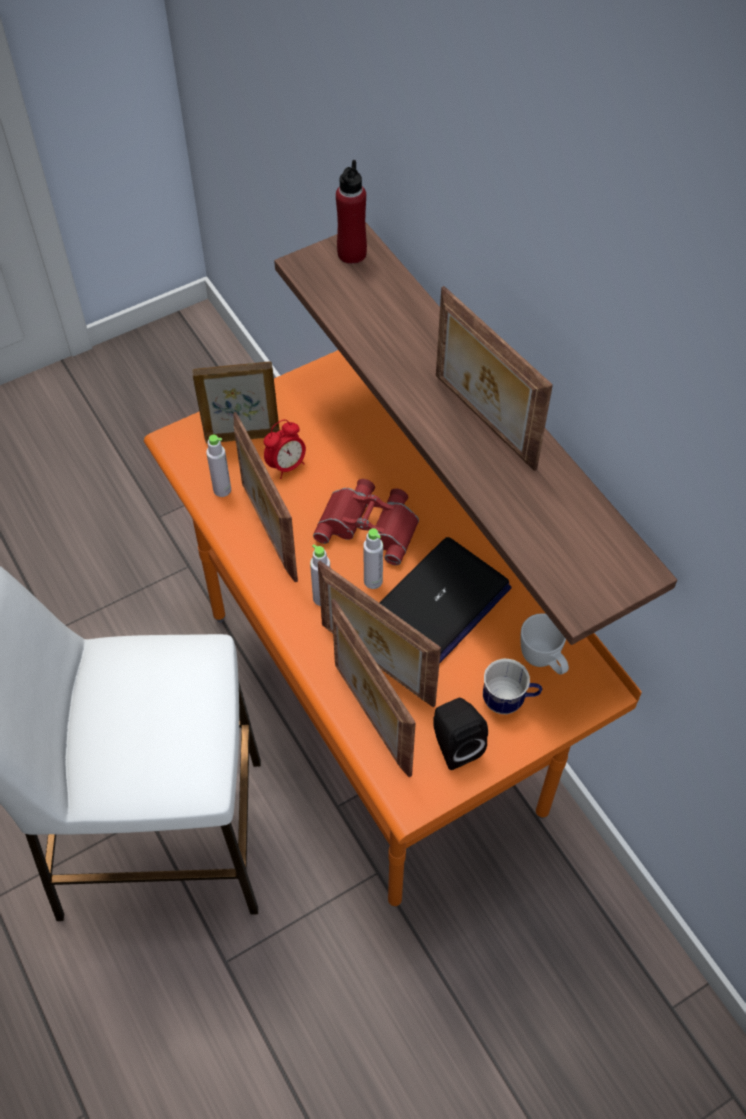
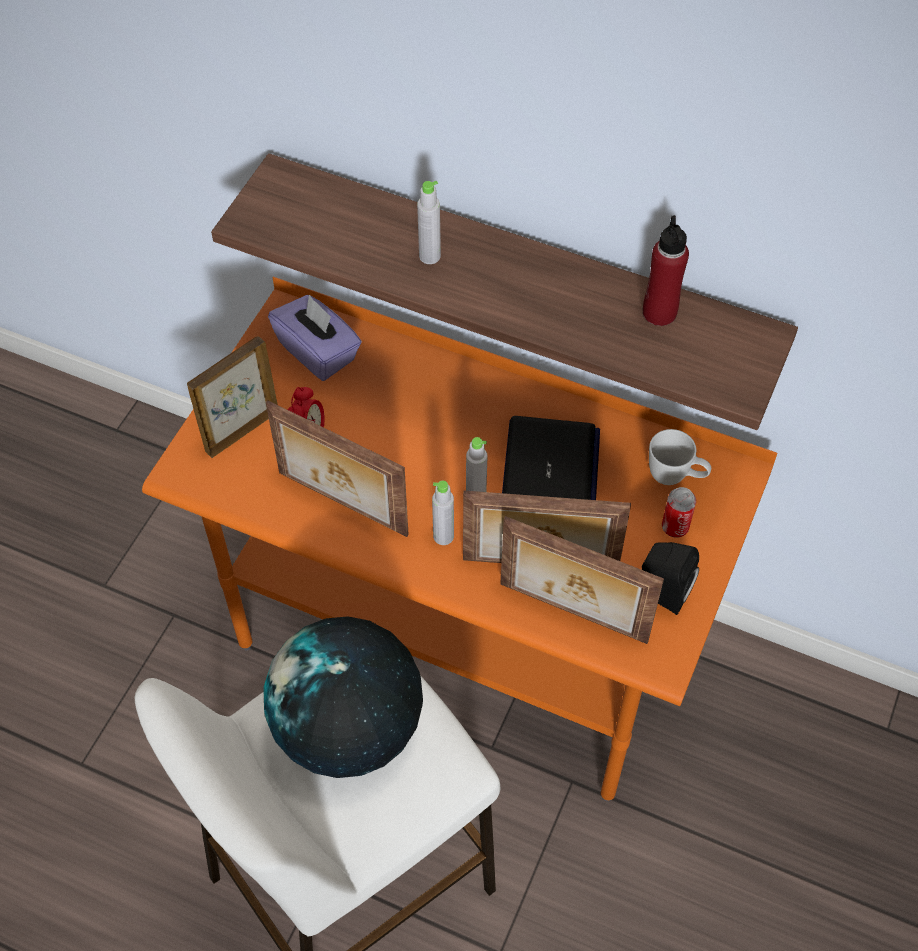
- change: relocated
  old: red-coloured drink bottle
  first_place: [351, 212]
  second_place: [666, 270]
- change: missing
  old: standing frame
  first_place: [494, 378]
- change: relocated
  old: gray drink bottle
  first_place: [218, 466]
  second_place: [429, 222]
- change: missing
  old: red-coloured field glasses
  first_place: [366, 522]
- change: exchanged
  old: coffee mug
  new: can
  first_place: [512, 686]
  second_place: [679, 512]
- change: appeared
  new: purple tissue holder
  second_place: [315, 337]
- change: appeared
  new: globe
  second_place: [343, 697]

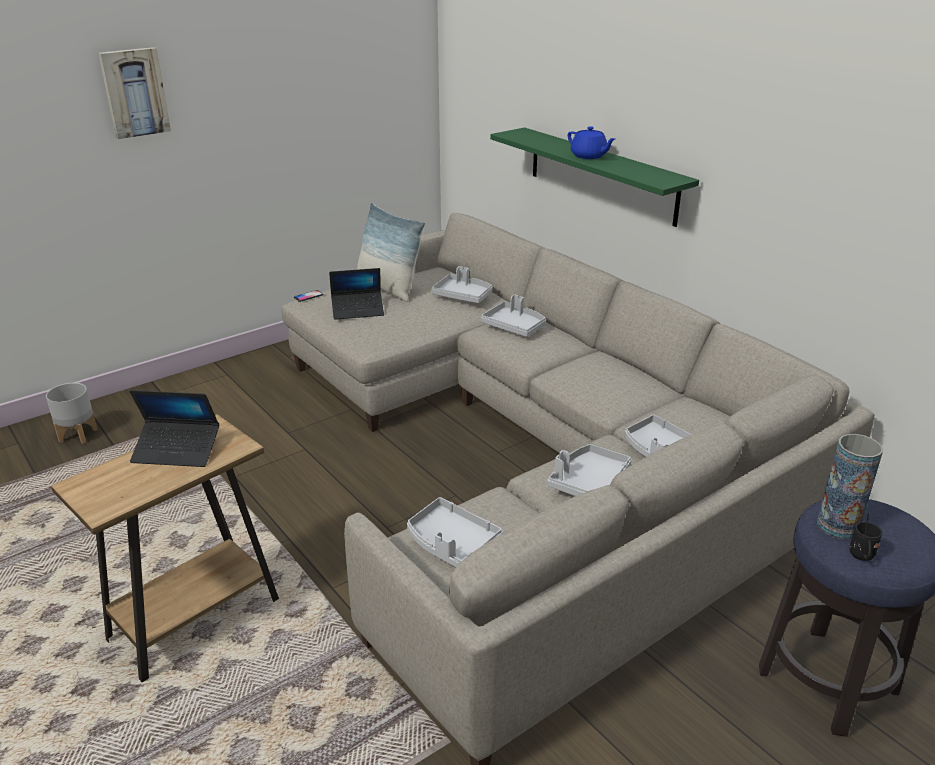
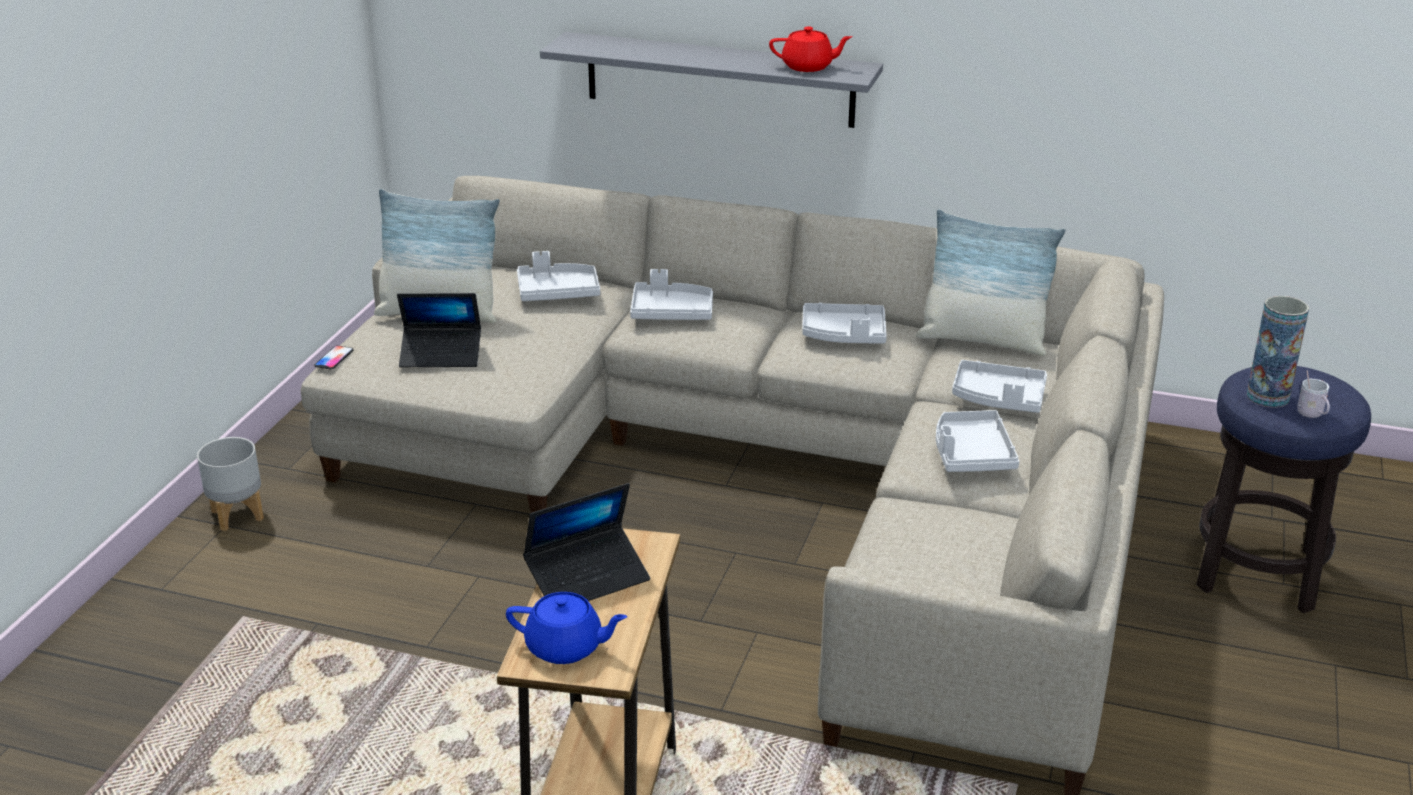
- change: missing
  old: wall art
  first_place: [134, 93]
- change: relocated
  old: bluish pot for tea
  first_place: [591, 142]
  second_place: [566, 628]
- change: colour
  old: green-coloured wall shelf
  new: gray wall shelf
  first_place: [594, 177]
  second_place: [711, 80]
- change: spun
  old: laptop
  first_place: [356, 294]
  second_place: [439, 330]
  degrees: 45
- change: relocated
  old: gray flower pot
  first_place: [72, 413]
  second_place: [230, 484]
- change: relocated
  old: gray serving tray
  first_place: [455, 532]
  second_place: [844, 323]
- change: colour
  old: black coffee mug
  new: white coffee mug
  first_place: [866, 537]
  second_place: [1313, 394]
- change: appeared
  new: red-coloured pot for tea
  second_place: [810, 49]
- change: appeared
  new: throw pillow
  second_place: [991, 282]

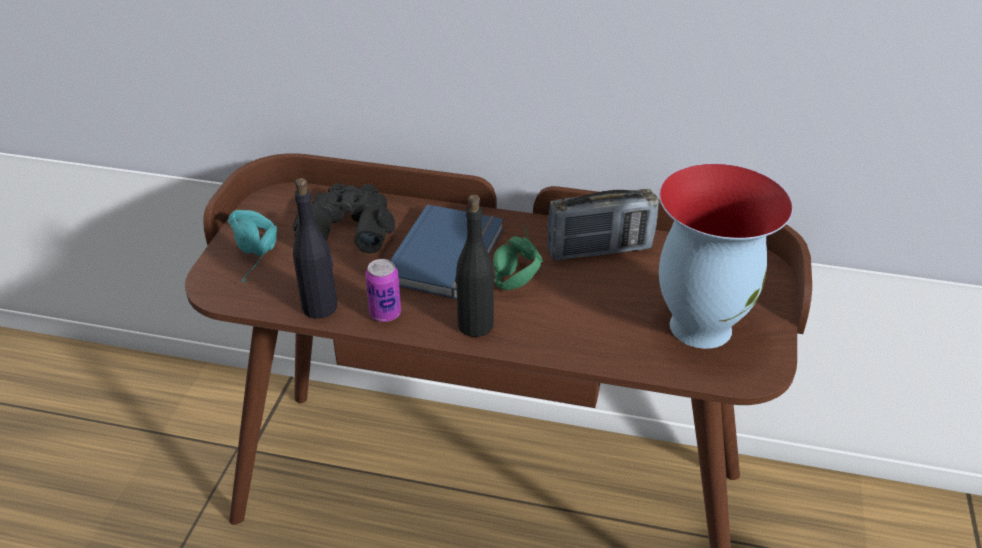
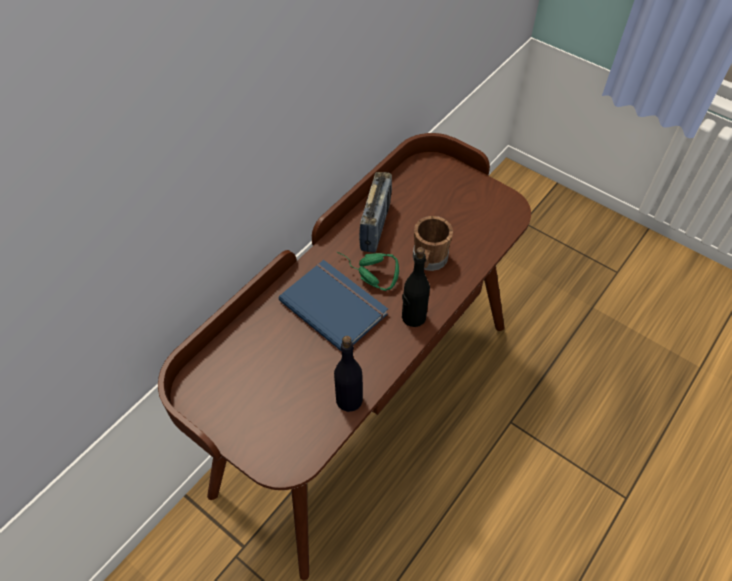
- change: missing
  old: decorative vase
  first_place: [726, 256]
- change: missing
  old: black field glasses
  first_place: [344, 218]
- change: missing
  old: turquoise pair of headphones
  first_place: [252, 246]
- change: missing
  old: can
  first_place: [383, 290]
- change: appeared
  new: brown coffee mug
  second_place: [433, 243]

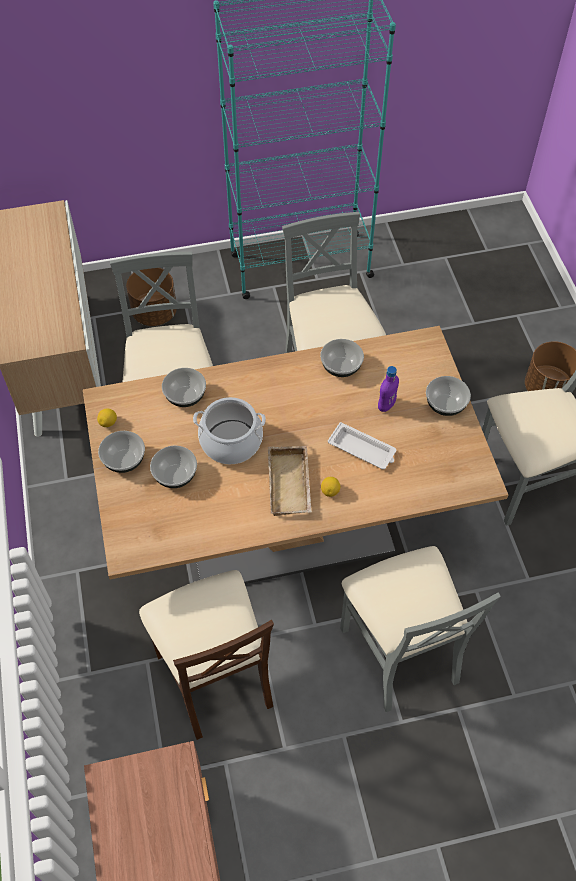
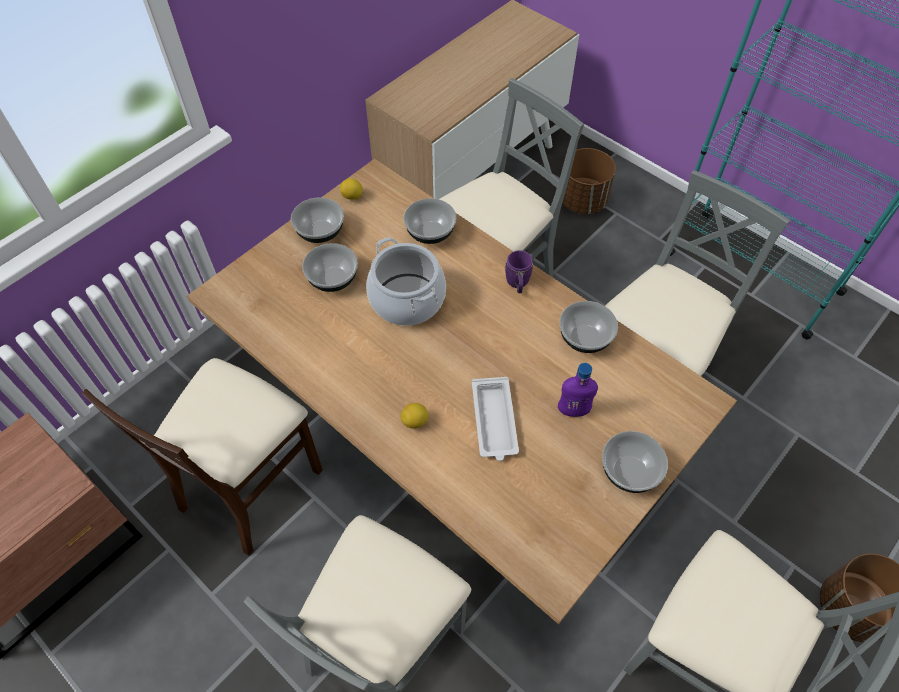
- change: missing
  old: beige-coloured serving tray
  first_place: [290, 481]
- change: appeared
  new: purple coffee mug
  second_place: [519, 271]

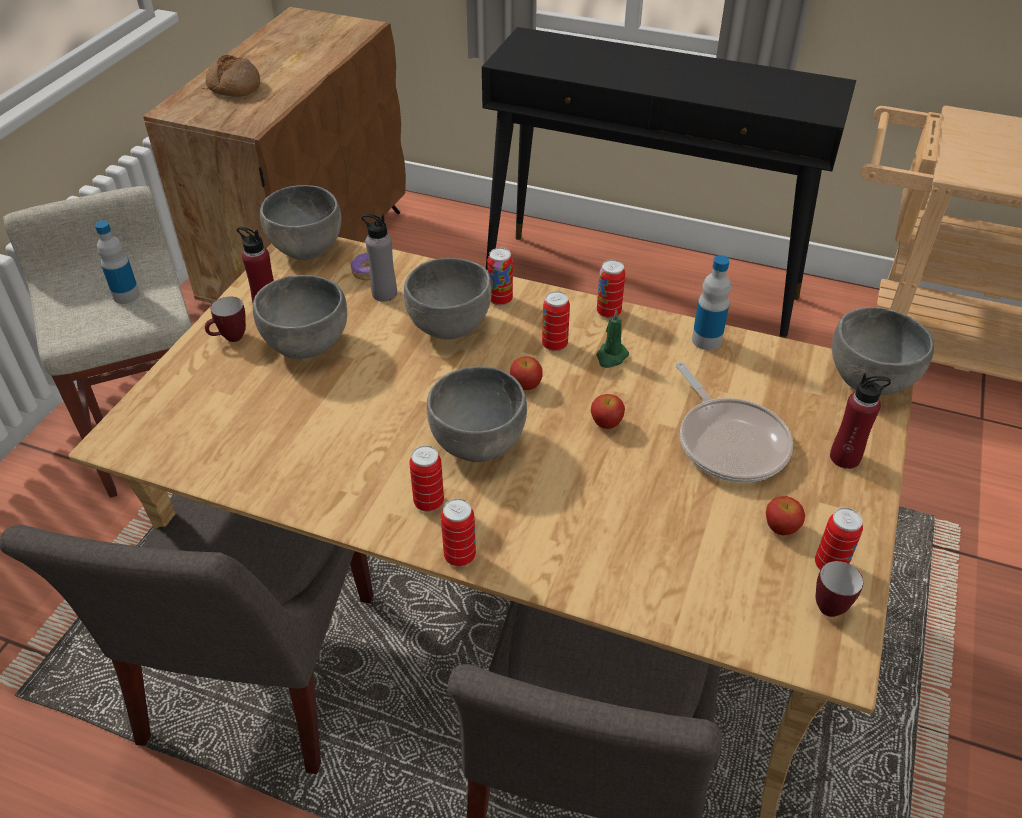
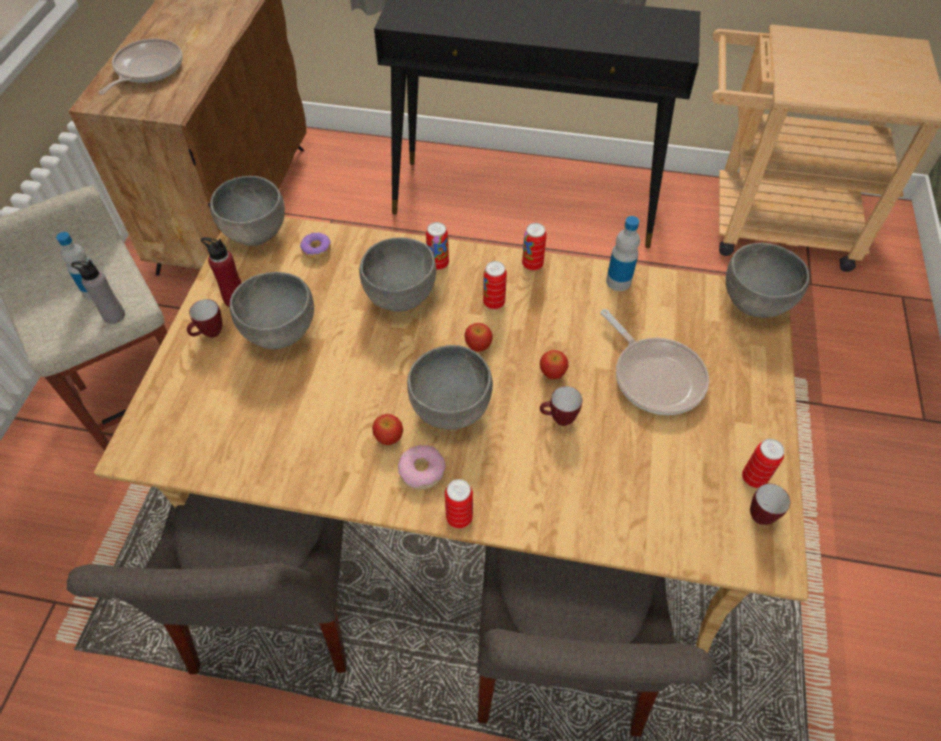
- change: exchanged
  old: bakery bread
  new: pan
  first_place: [233, 76]
  second_place: [141, 67]
- change: relocated
  old: gray drink bottle
  first_place: [379, 258]
  second_place: [98, 292]
- change: missing
  old: green-coloured candle
  first_place: [612, 338]
- change: missing
  old: red-coloured drink bottle
  first_place: [860, 421]
- change: exchanged
  old: can
  new: donut
  first_place: [426, 478]
  second_place: [422, 467]
- change: relocated
  old: apple fruit
  first_place: [785, 516]
  second_place: [387, 429]
- change: appeared
  new: coffee mug
  second_place: [561, 406]

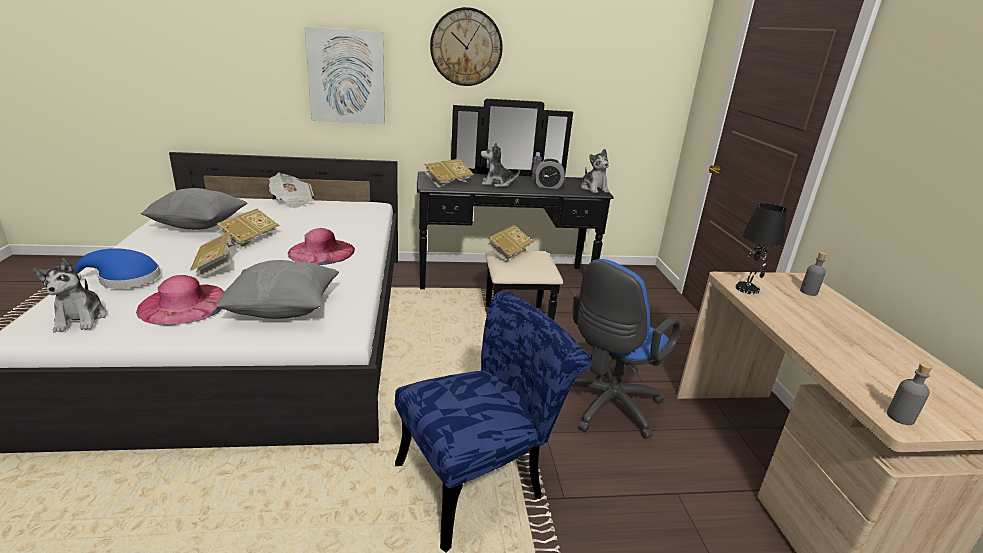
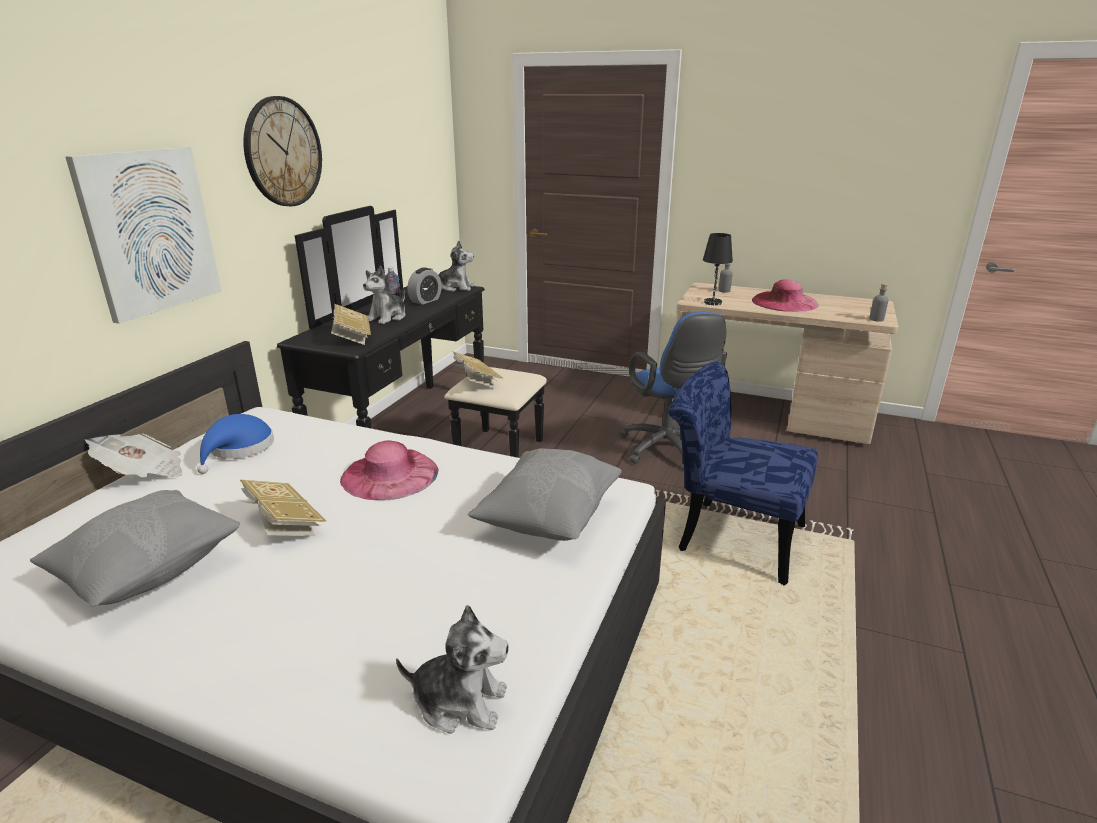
- change: missing
  old: book
  first_place: [212, 255]
- change: relocated
  old: bluish hat
  first_place: [117, 268]
  second_place: [235, 444]
- change: relocated
  old: pink hat
  first_place: [180, 300]
  second_place: [785, 295]
- change: spun
  old: bluish chair
  first_place: [493, 422]
  second_place: [743, 474]
  degrees: -60

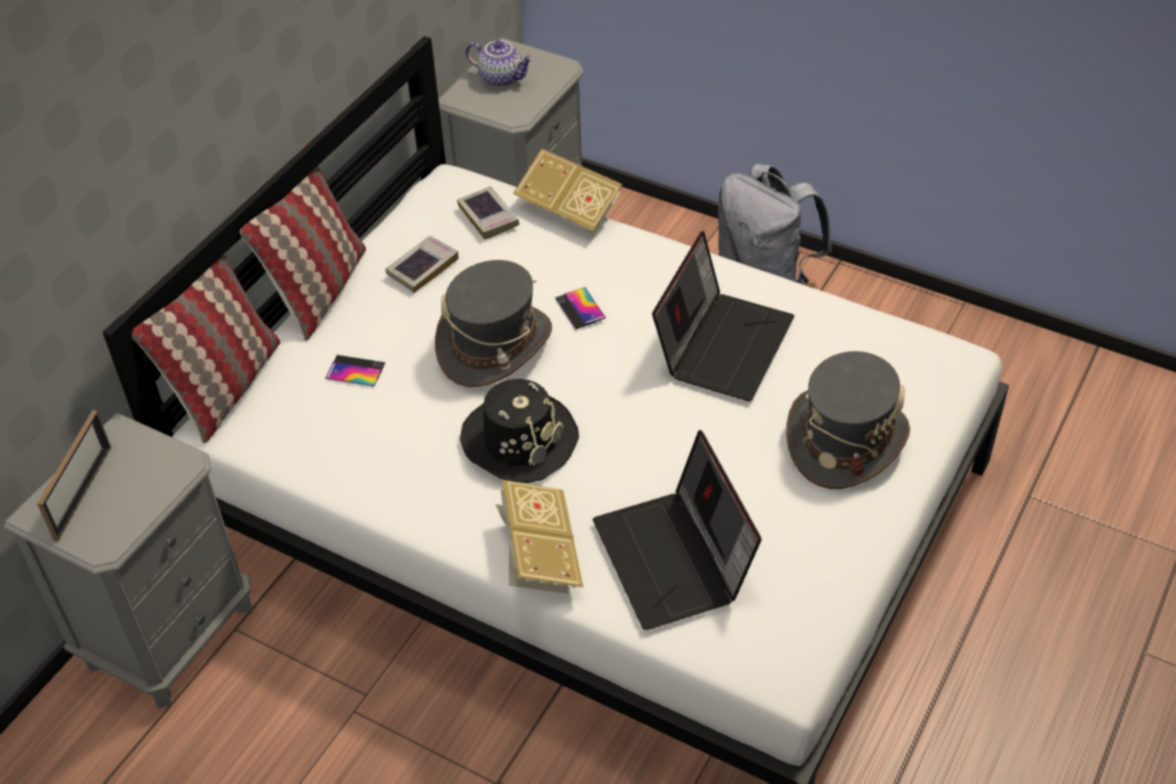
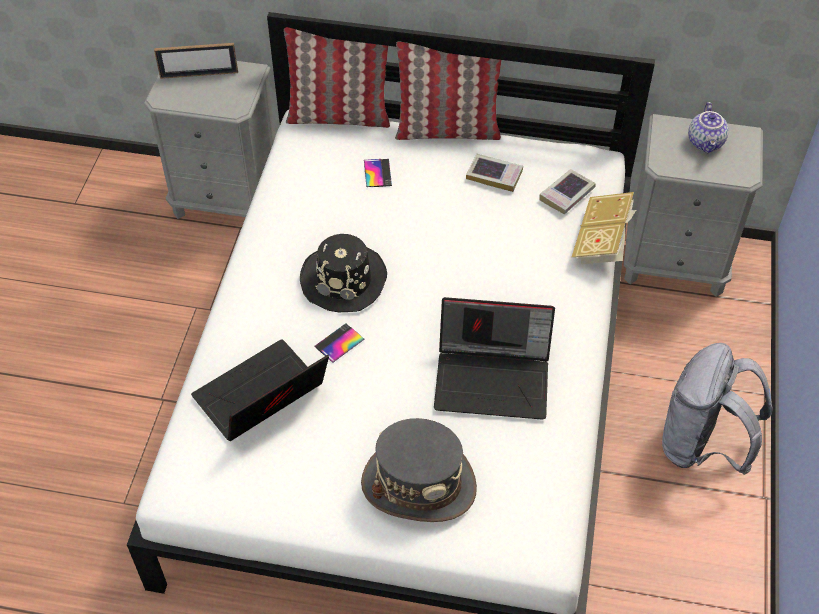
- change: missing
  old: gray hat
  first_place: [493, 323]
- change: relocated
  old: telephone
  first_place: [580, 308]
  second_place: [339, 343]
- change: missing
  old: book
  first_place: [539, 537]

